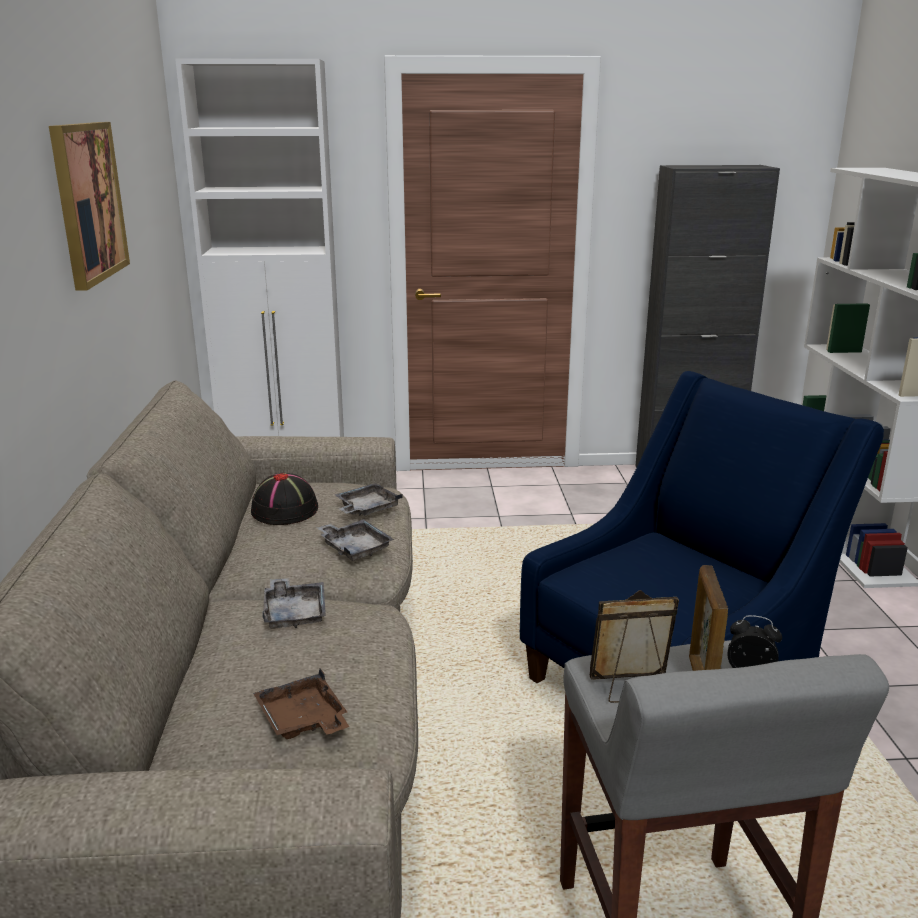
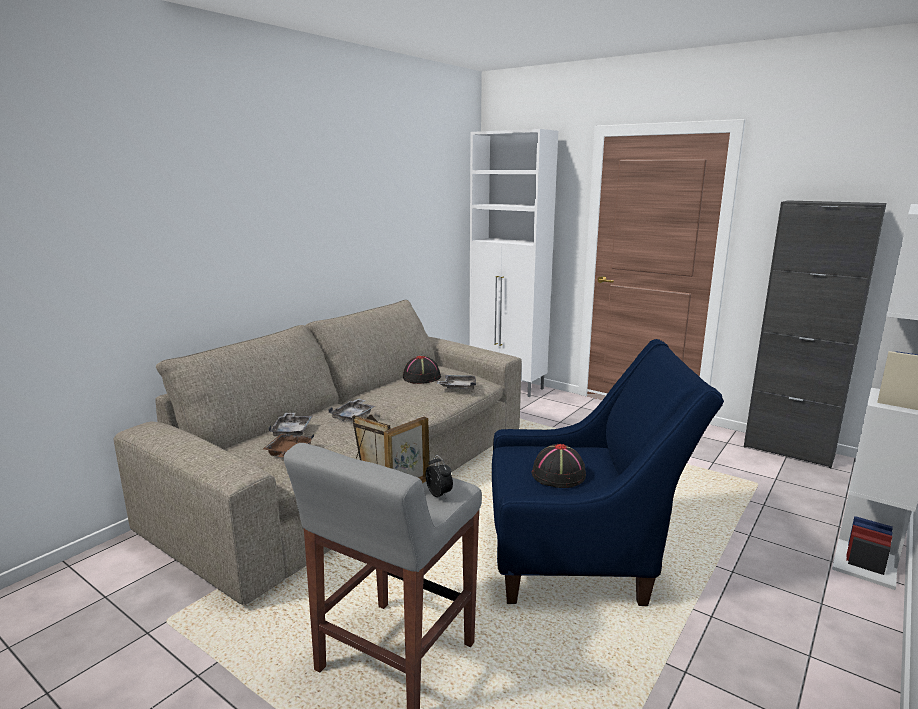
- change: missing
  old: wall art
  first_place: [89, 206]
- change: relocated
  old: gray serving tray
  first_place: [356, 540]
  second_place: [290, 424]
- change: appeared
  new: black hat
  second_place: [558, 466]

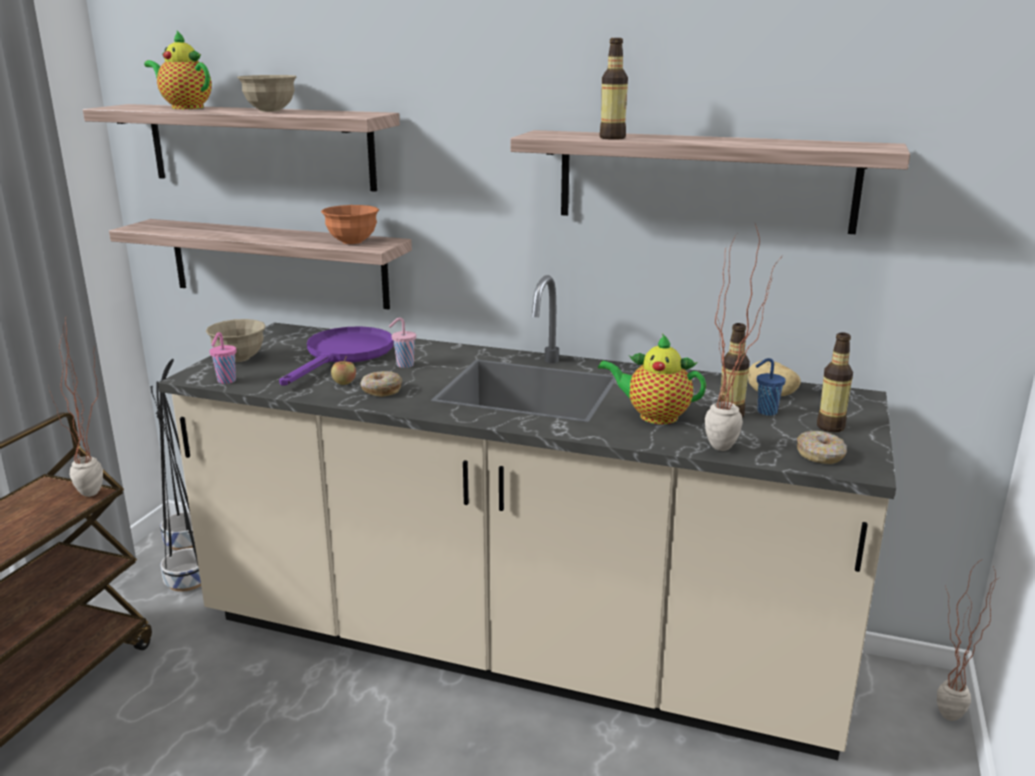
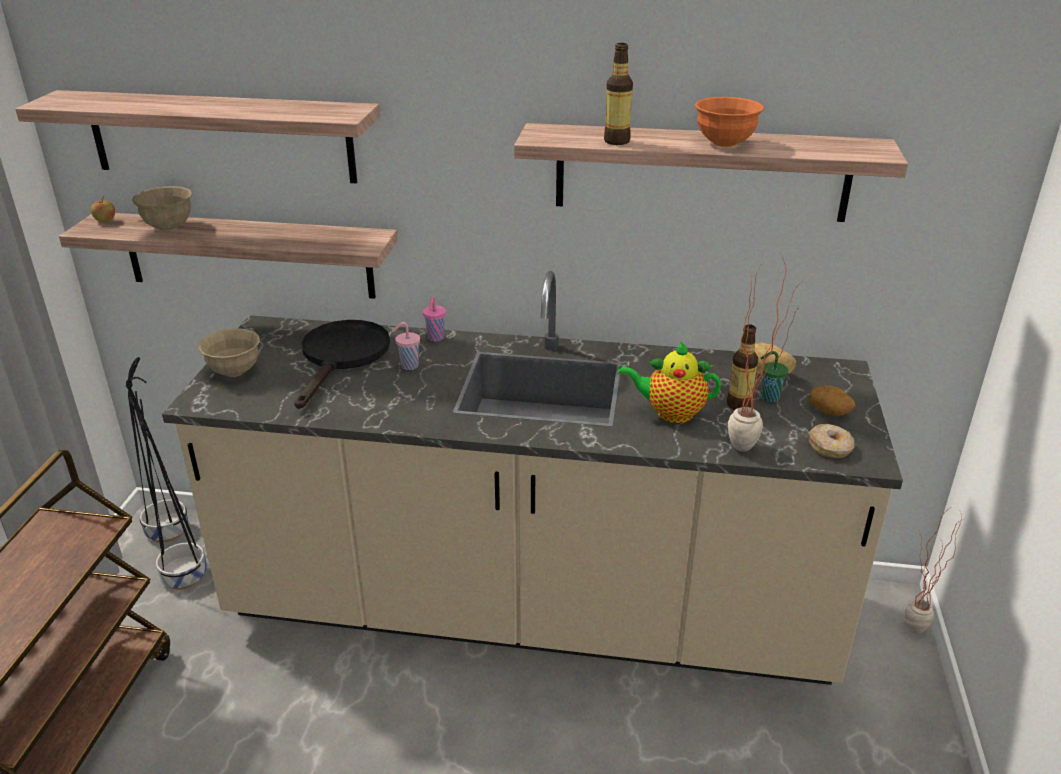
- change: missing
  old: pot for tea
  first_place: [178, 70]
- change: relocated
  old: beige-coloured deep dish
  first_place: [267, 93]
  second_place: [162, 208]
- change: relocated
  old: orange-coloured deep dish
  first_place: [350, 224]
  second_place: [729, 122]
- change: missing
  old: potted plant
  first_place: [76, 408]
- change: colour
  old: purple pan
  new: black pan
  first_place: [336, 356]
  second_place: [342, 364]
- change: relocated
  old: pink drinking cup
  first_place: [222, 358]
  second_place: [434, 318]
- change: exchanged
  old: drink bottle
  new: whole potato
  first_place: [835, 382]
  second_place: [832, 400]
- change: relocated
  old: apple fruit
  first_place: [343, 371]
  second_place: [103, 209]
- change: colour
  old: bluish drinking cup
  new: green-coloured drinking cup
  first_place: [771, 387]
  second_place: [774, 376]
- change: missing
  old: donut
  first_place: [381, 384]

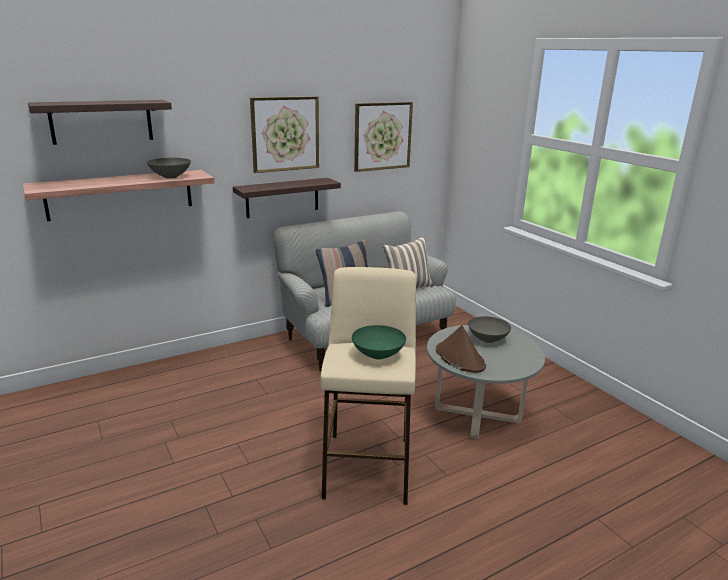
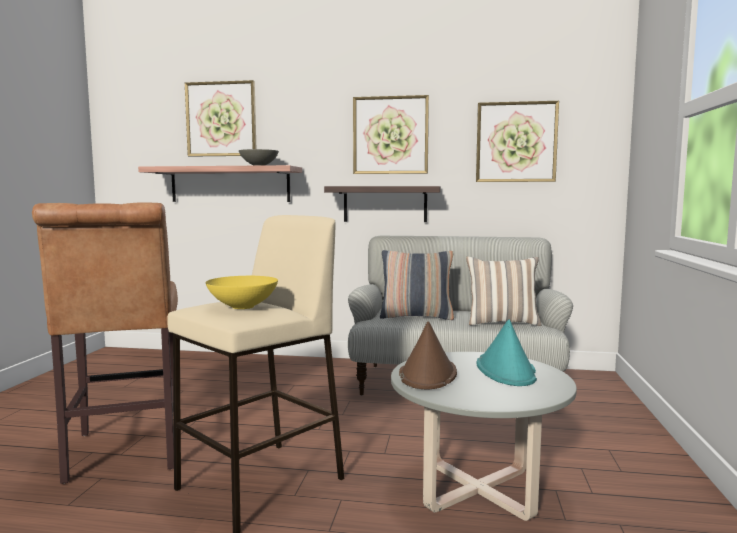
- change: exchanged
  old: wall shelf
  new: wall art
  first_place: [100, 122]
  second_place: [220, 118]
- change: exchanged
  old: gray deep dish
  new: turquoise hat
  first_place: [489, 329]
  second_place: [506, 352]
- change: colour
  old: green-coloured deep dish
  new: yellowish deep dish
  first_place: [379, 342]
  second_place: [242, 292]
- change: appeared
  new: brown stool
  second_place: [105, 343]

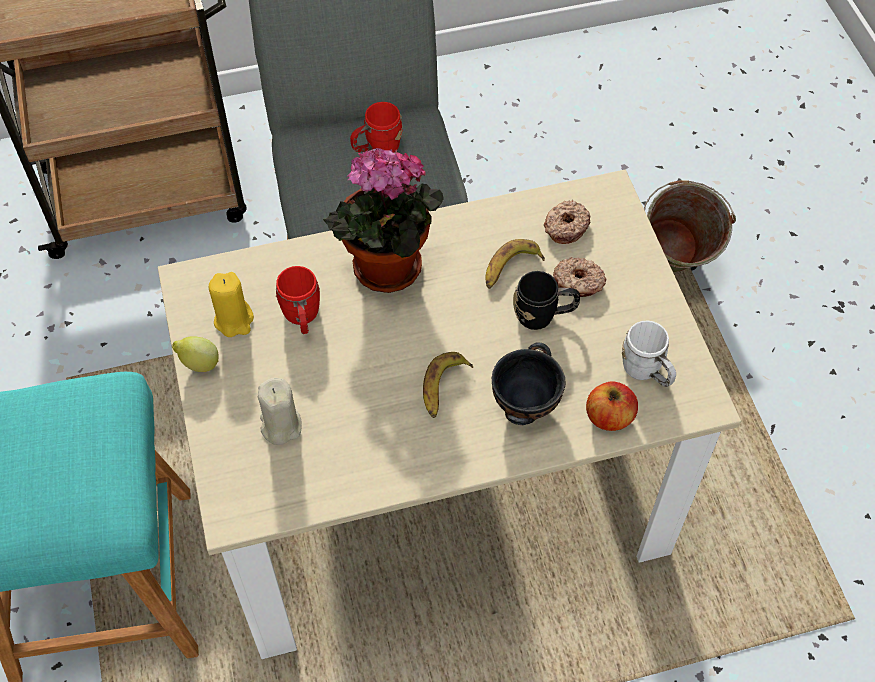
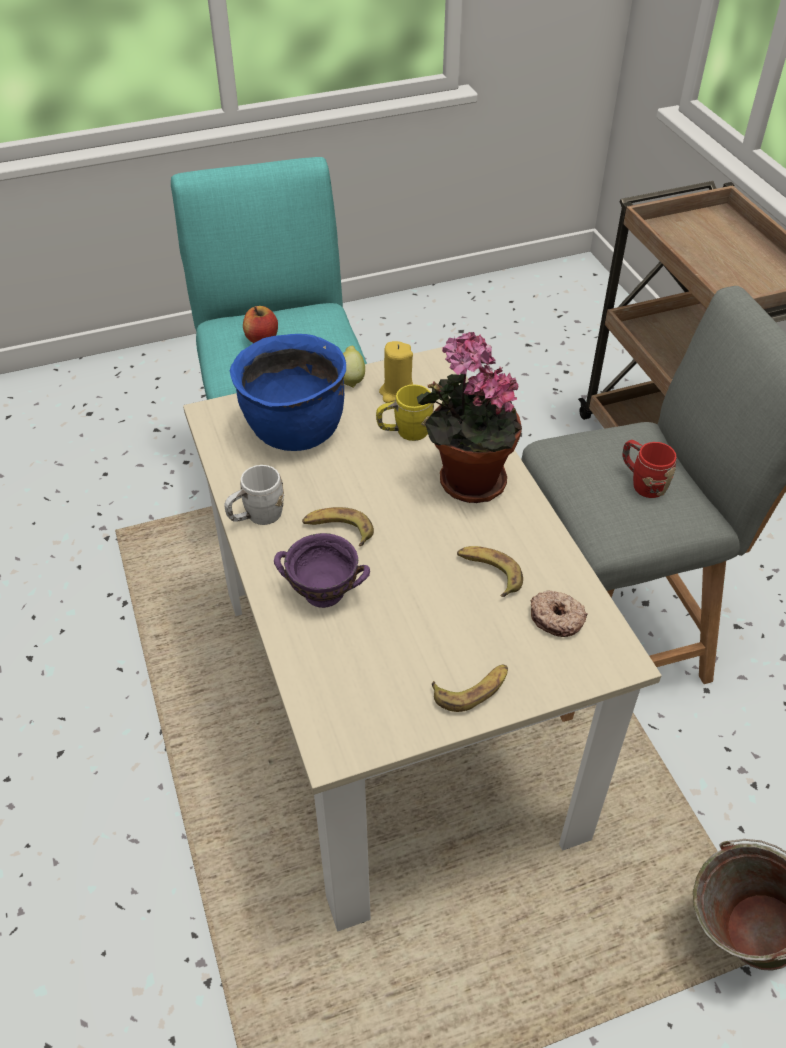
- change: missing
  old: donut
  first_place: [580, 277]
- change: colour
  old: red-coloured coffee mug
  new: yellowish coffee mug
  first_place: [298, 300]
  second_place: [405, 412]
- change: missing
  old: black coffee mug
  first_place: [546, 300]
- change: relocated
  old: white coffee mug
  first_place: [649, 353]
  second_place: [254, 495]
- change: colour
  old: black deep dish
  new: purple deep dish
  first_place: [528, 383]
  second_place: [322, 570]
- change: exchanged
  old: beige-coloured candle
  new: bluish stockpot
  first_place: [280, 411]
  second_place: [288, 392]
- change: relocated
  old: apple fruit
  first_place: [612, 406]
  second_place: [260, 324]
- change: appeared
  new: banana
  second_place: [470, 688]

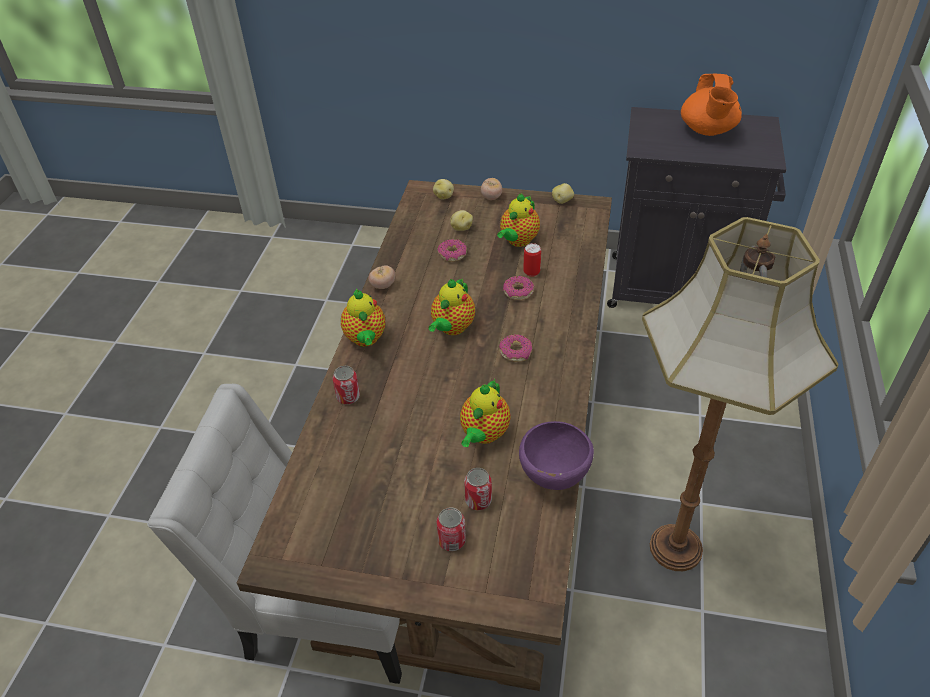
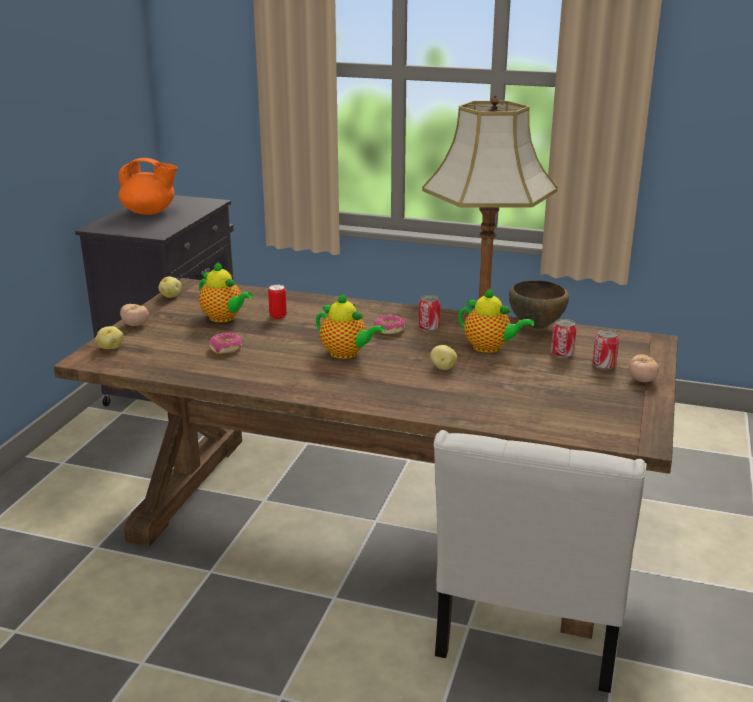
- change: relocated
  old: whole potato
  first_place: [462, 220]
  second_place: [443, 357]
- change: relocated
  old: tomato
  first_place: [382, 277]
  second_place: [644, 368]
- change: missing
  old: donut
  first_place: [518, 288]
- change: missing
  old: pot for tea
  first_place: [363, 317]
- change: relocated
  old: can
  first_place: [346, 385]
  second_place: [429, 313]
- change: colour
  old: purple deep dish
  new: brown deep dish
  first_place: [556, 455]
  second_place: [539, 304]

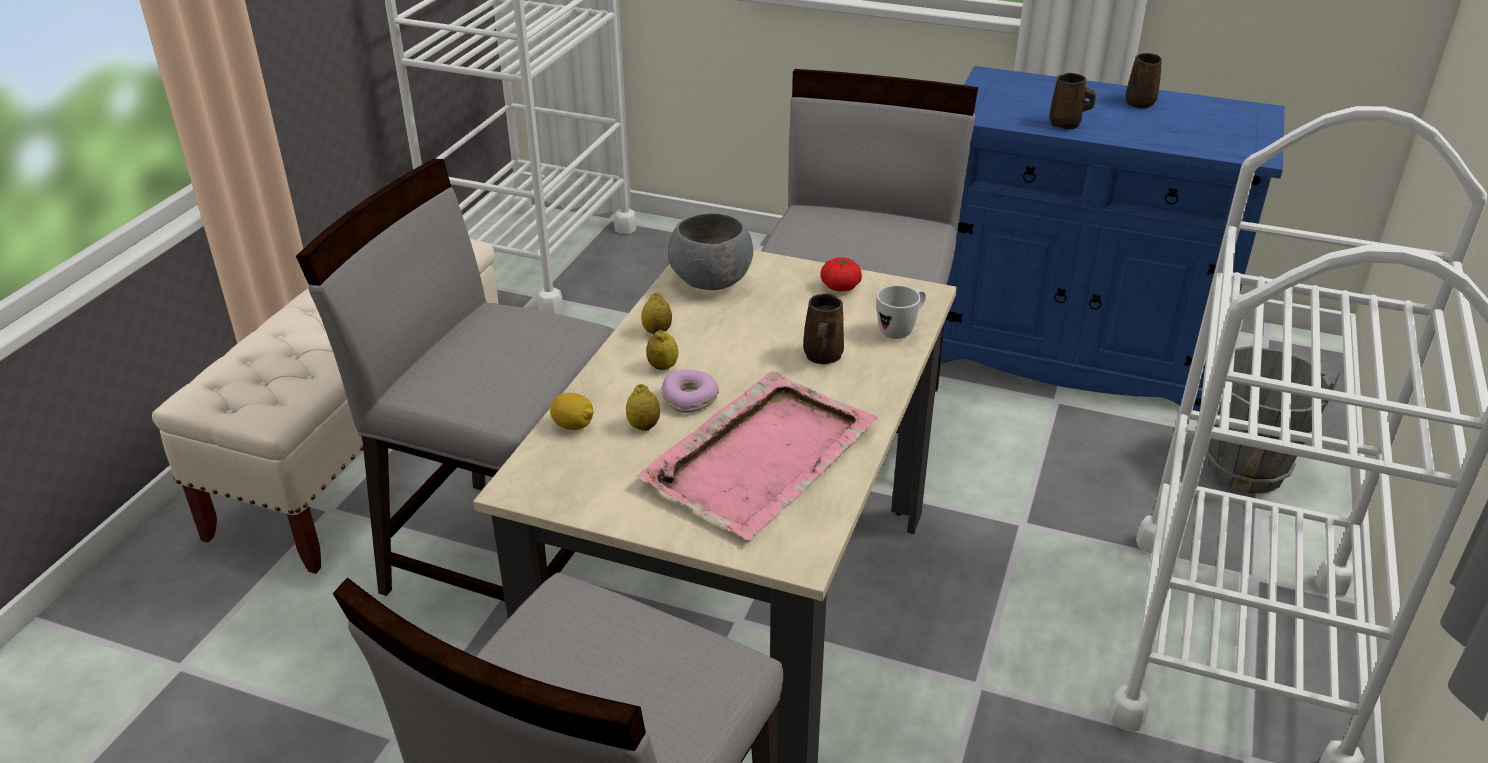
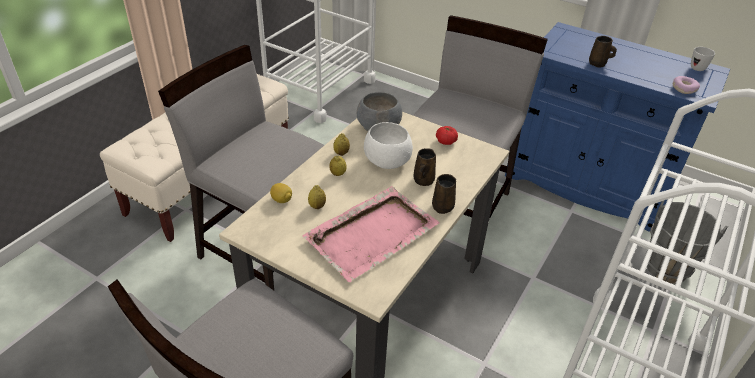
- change: relocated
  old: brown coffee mug
  first_place: [1143, 81]
  second_place: [444, 194]
- change: relocated
  old: white coffee mug
  first_place: [901, 312]
  second_place: [703, 59]
- change: relocated
  old: donut
  first_place: [690, 391]
  second_place: [686, 85]
- change: appeared
  new: white deep dish
  second_place: [388, 145]

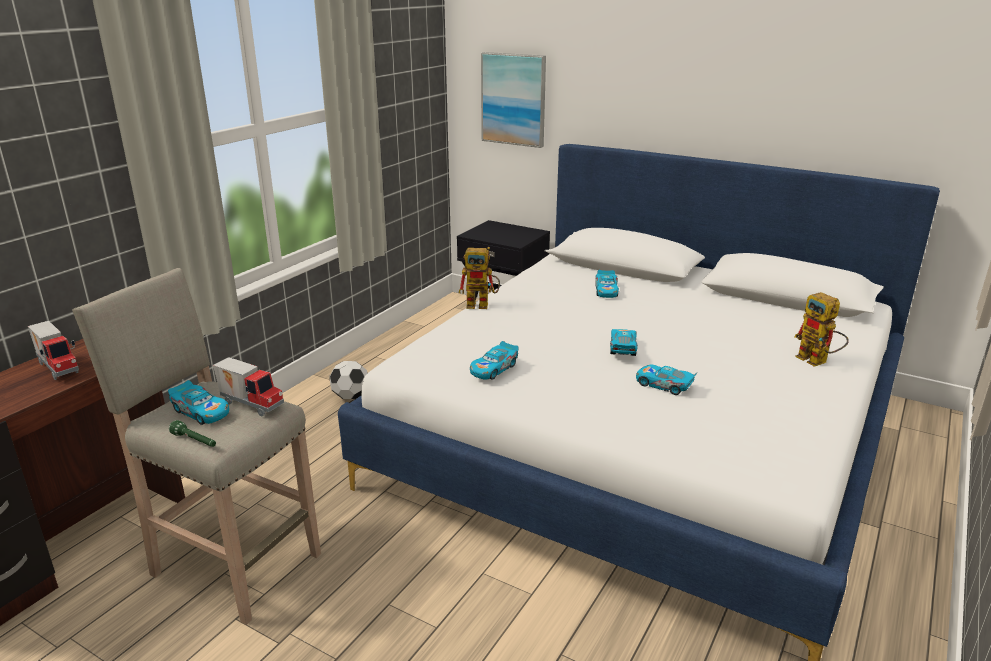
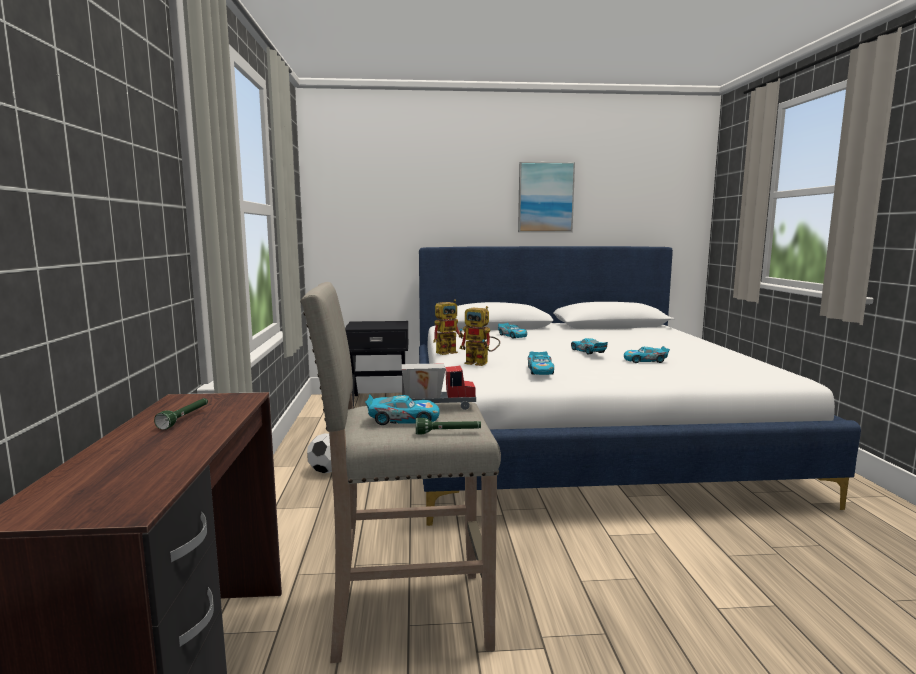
- change: relocated
  old: wall art
  first_place: [513, 100]
  second_place: [546, 197]
- change: relocated
  old: model robot
  first_place: [821, 329]
  second_place: [479, 336]
- change: exchanged
  old: toy truck
  new: green-coloured torch
  first_place: [53, 350]
  second_place: [181, 414]

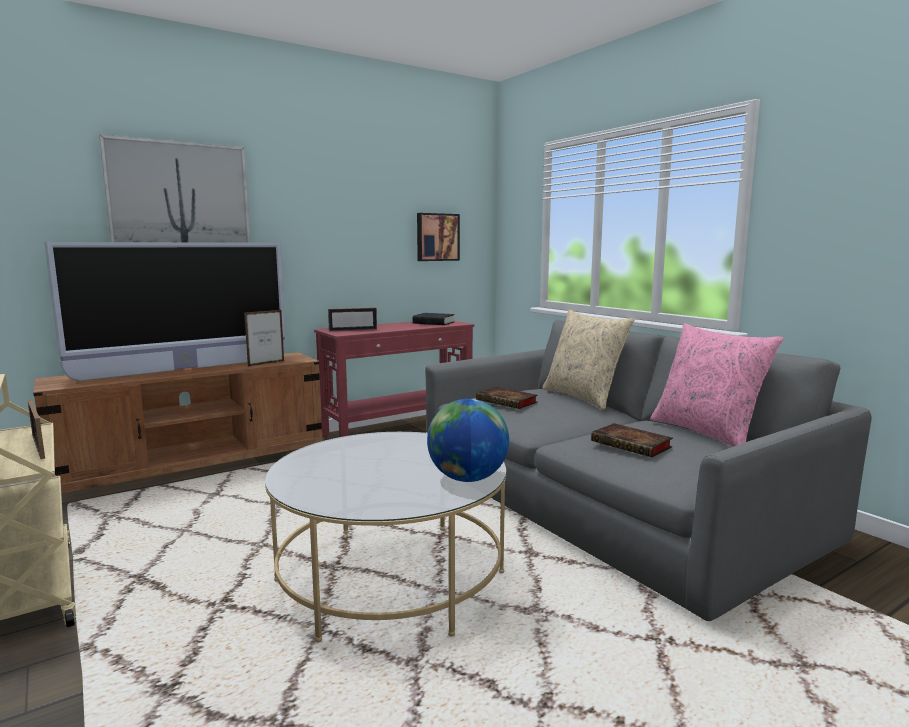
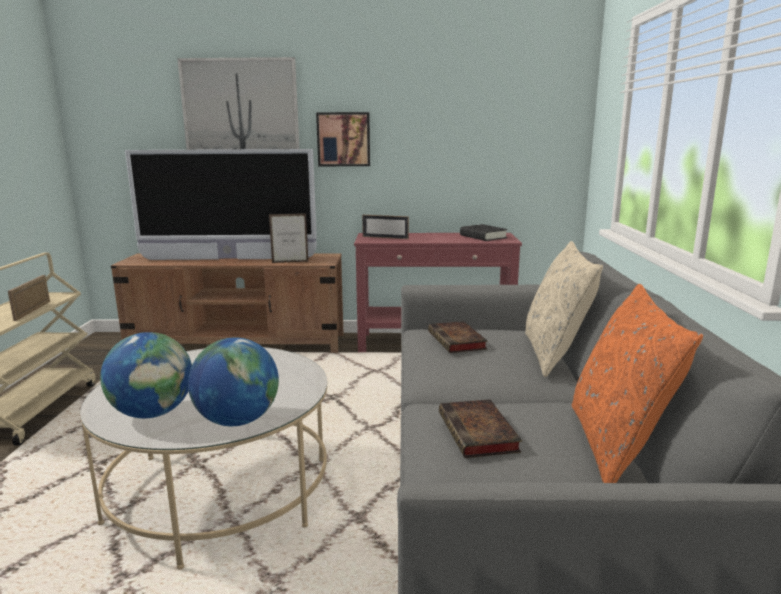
- change: relocated
  old: wall art
  first_place: [438, 237]
  second_place: [343, 139]
- change: colour
  old: pink throw pillow
  new: orange-coloured throw pillow
  first_place: [717, 385]
  second_place: [637, 383]
- change: appeared
  new: globe
  second_place: [146, 375]

